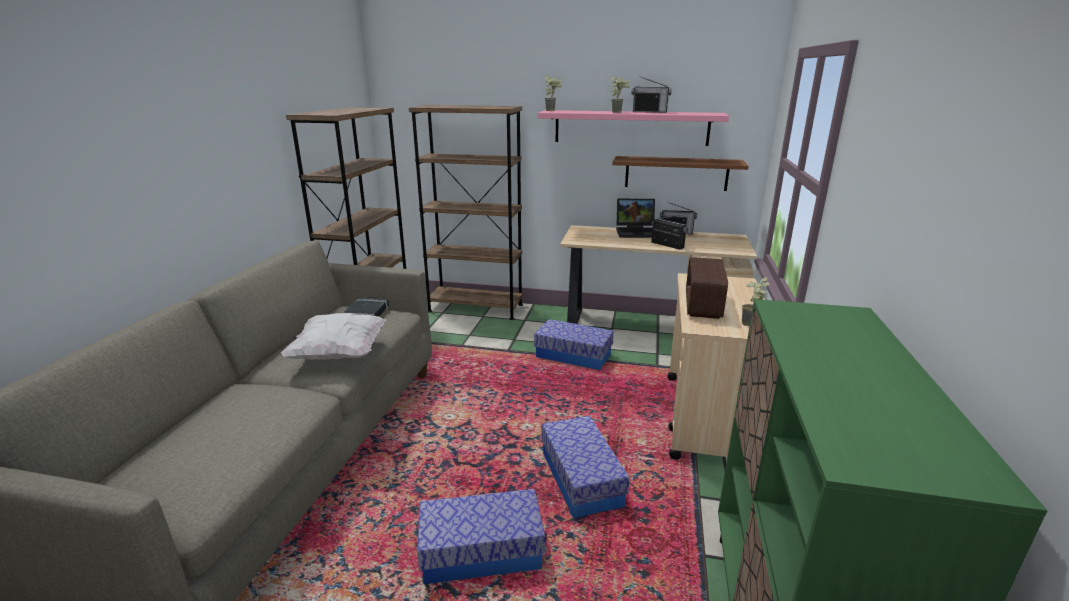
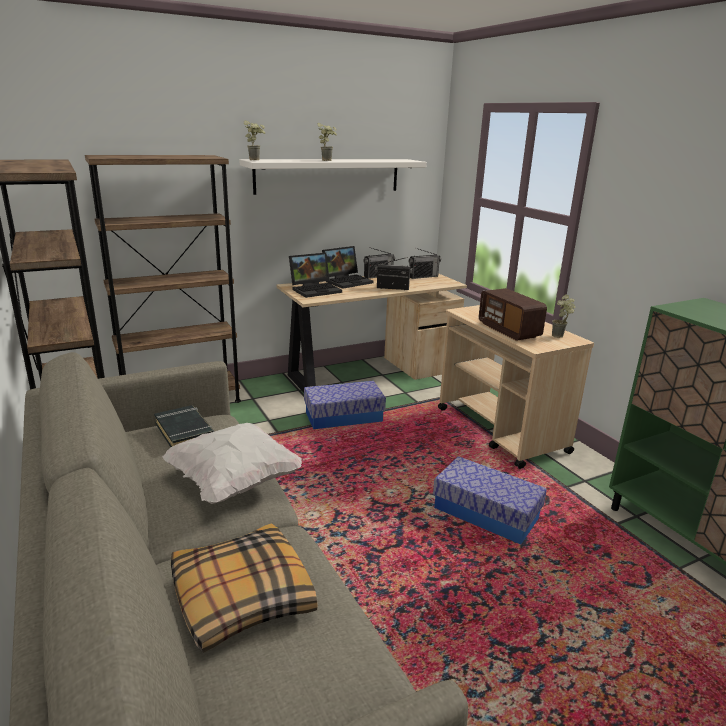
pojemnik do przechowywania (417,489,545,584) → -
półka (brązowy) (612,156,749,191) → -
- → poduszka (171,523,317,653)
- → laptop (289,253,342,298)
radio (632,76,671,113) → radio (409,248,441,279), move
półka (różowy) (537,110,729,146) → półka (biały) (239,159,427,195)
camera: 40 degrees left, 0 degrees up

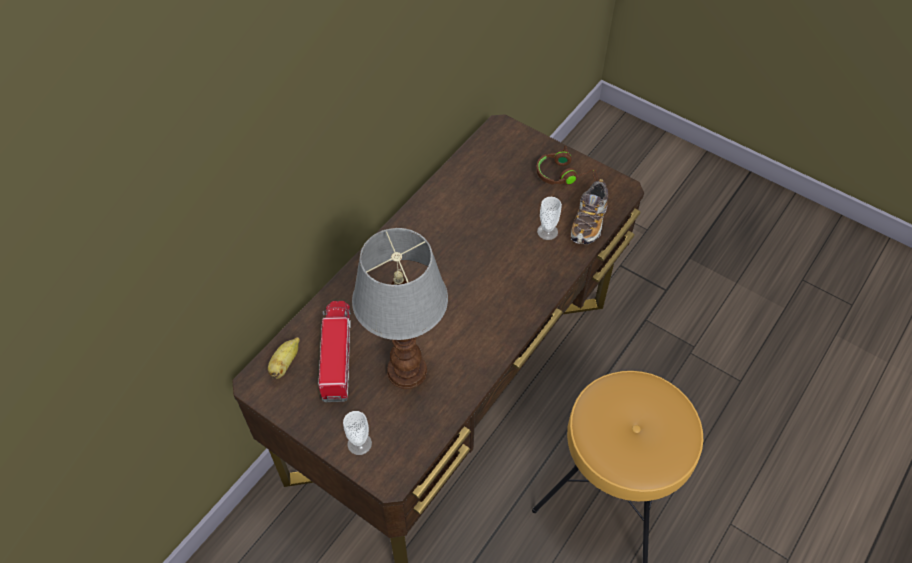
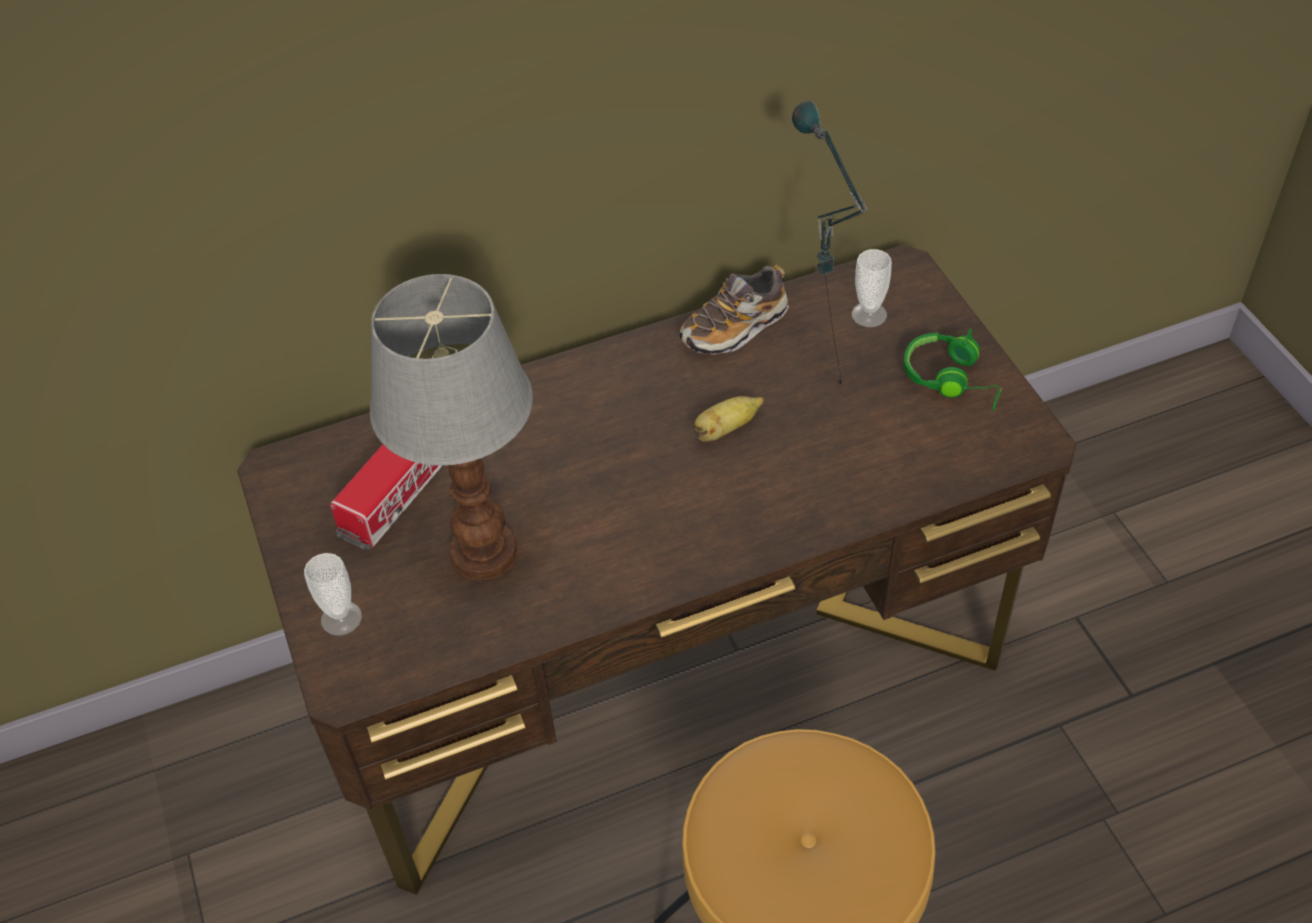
- → lampa stołowa (792,100,868,385)
banan (268,337,300,379) → banan (694,396,764,441), move
filiżanka (537,197,562,240) → filiżanka (852,249,892,327), move
but (571,179,608,245) → but (680,265,789,355), move
słuchawki (brązowy) (536,146,597,185) → słuchawki (zielony) (903,328,1002,411)
camera: 35 degrees right, 5 degrees down

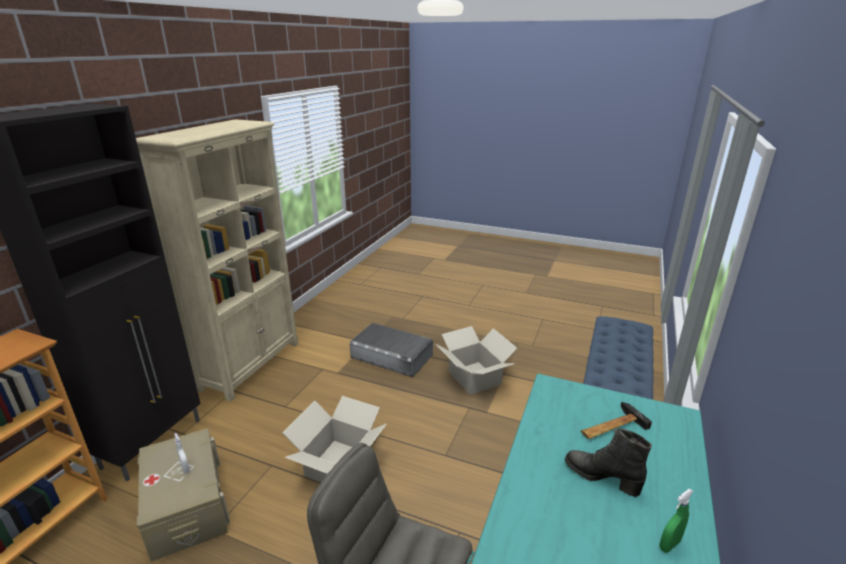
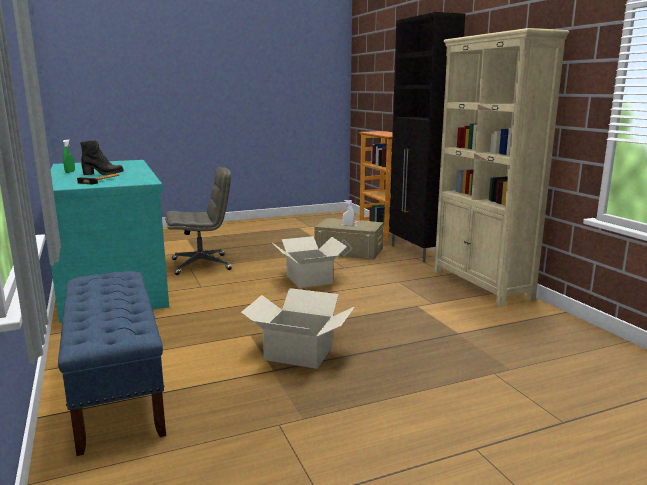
pojemnik do przechowywania (szary) (350,323,433,377) → -
camera: 135 degrees right, 10 degrees down

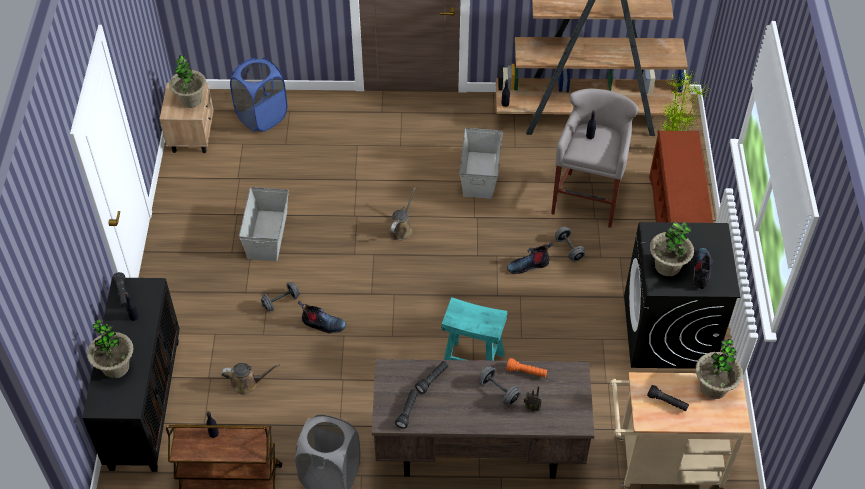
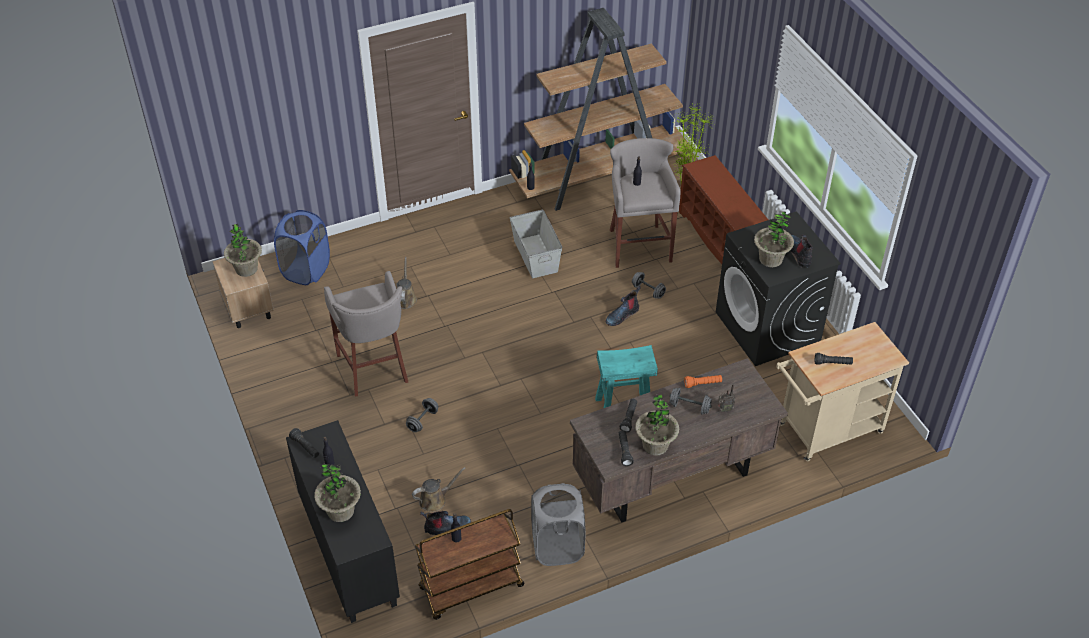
but z cholewką (298,301,346,333) → but z cholewką (420,511,471,535), move
konewka (brązowy) (388,187,416,241) → konewka (brązowy) (396,257,417,309), move
roślina doniczkowa (695,339,743,399) → roślina doniczkowa (635,395,679,456), move
pojemnik do przechowywania (szary) (239,187,289,261) → stołek (szary) (324,271,408,397)
camera: 25 degrees left, 5 degrees down

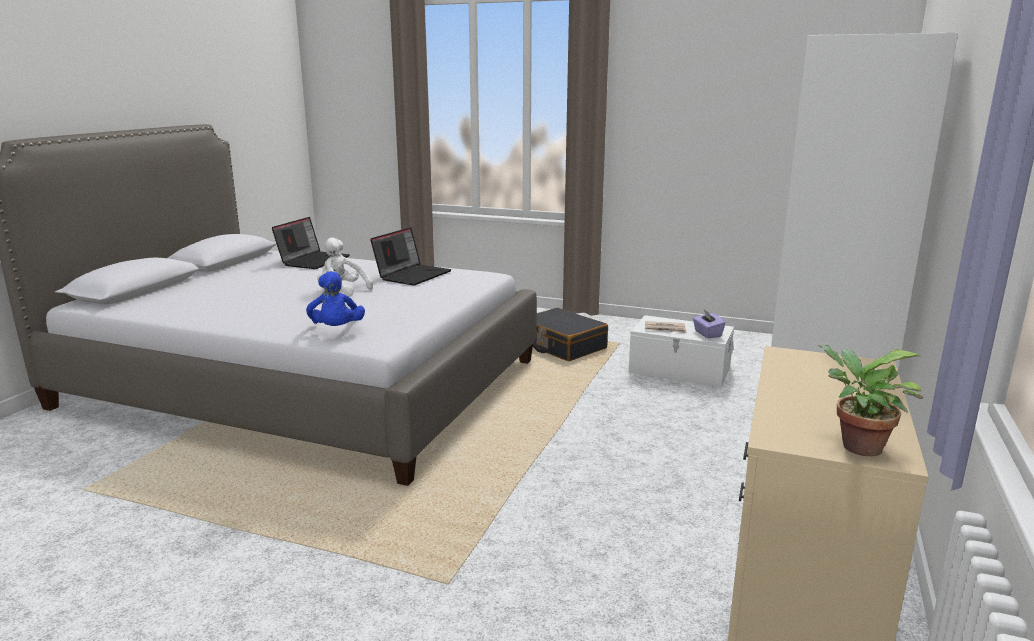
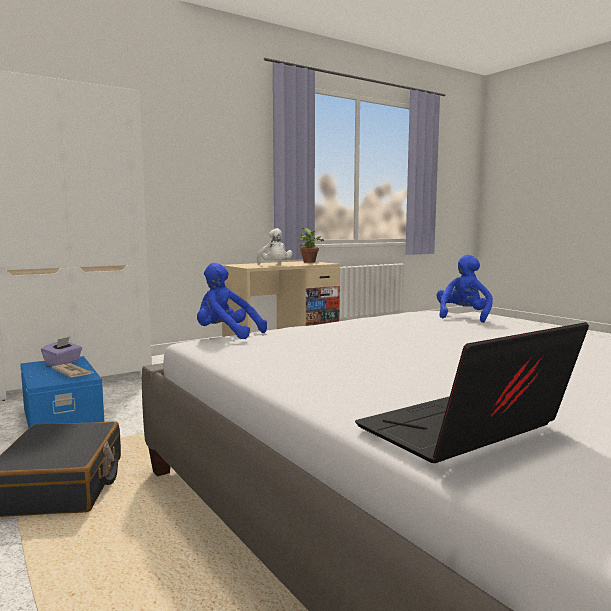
laptop (370,227,451,285) → -
- → pluszak (niebieski) (197,263,267,339)
pluszak (biały) (317,238,373,296) → pluszak (biały) (257,228,293,265), move
pojemnik do przechowywania (biały) (629,315,734,387) → pojemnik do przechowywania (niebieski) (20,356,104,428)
camera: 145 degrees left, 10 degrees down

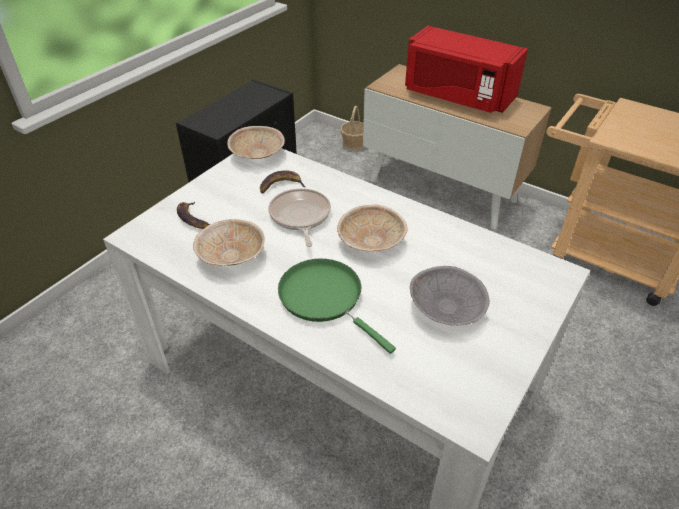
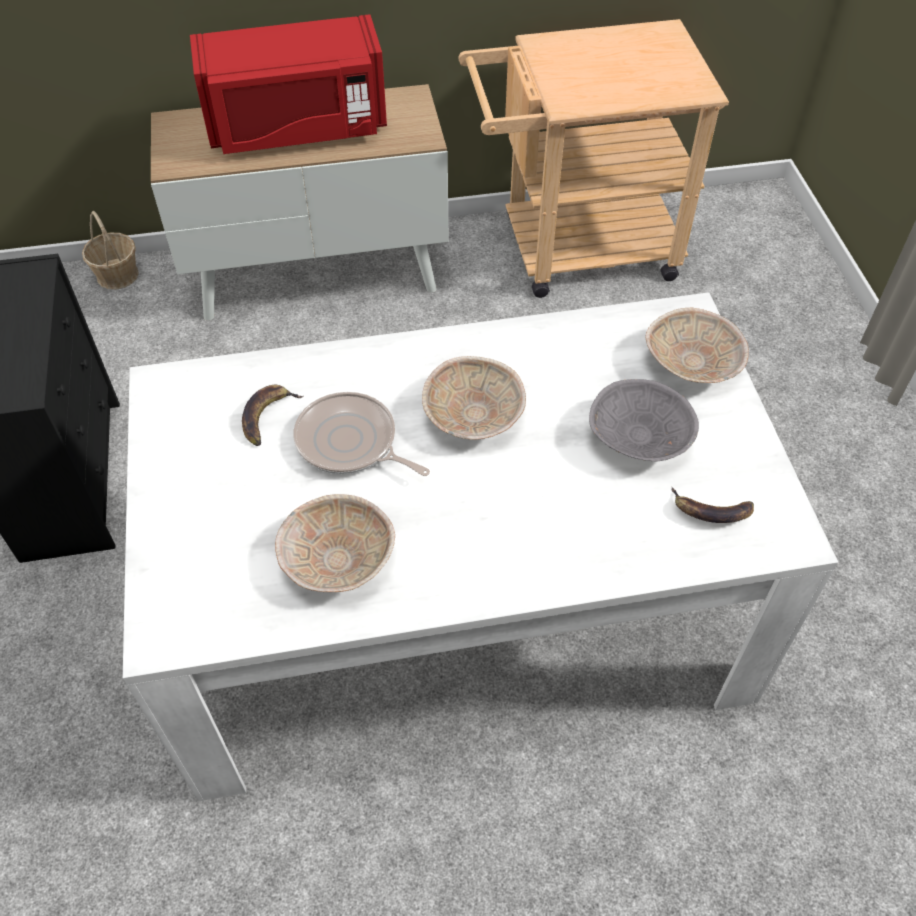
patelnia (zielony) (278,259,396,354) → -
banan (177,202,210,229) → banan (672,487,754,523), move
miska (beżowy) (227,126,285,159) → miska (beżowy) (646,308,749,383), move
camera: 45 degrees left, 10 degrees up

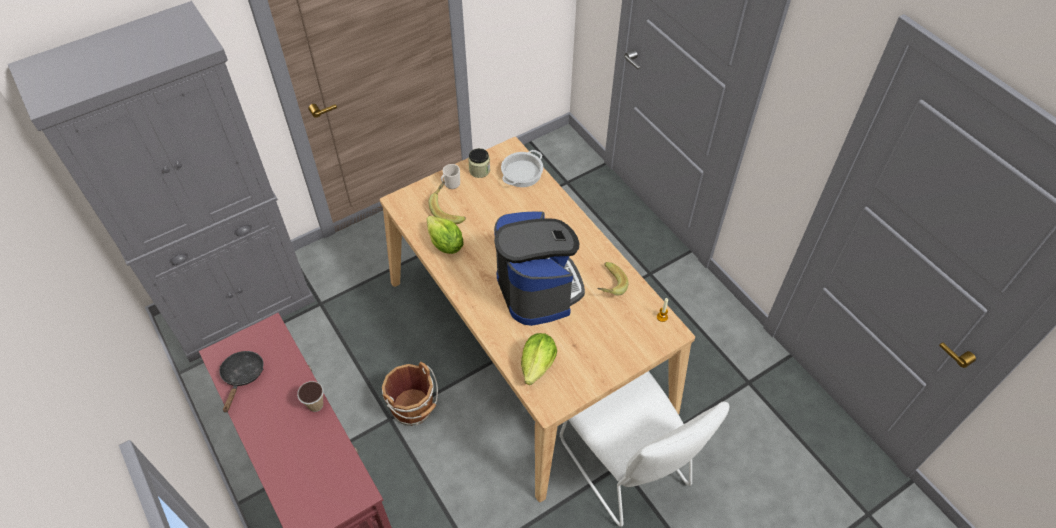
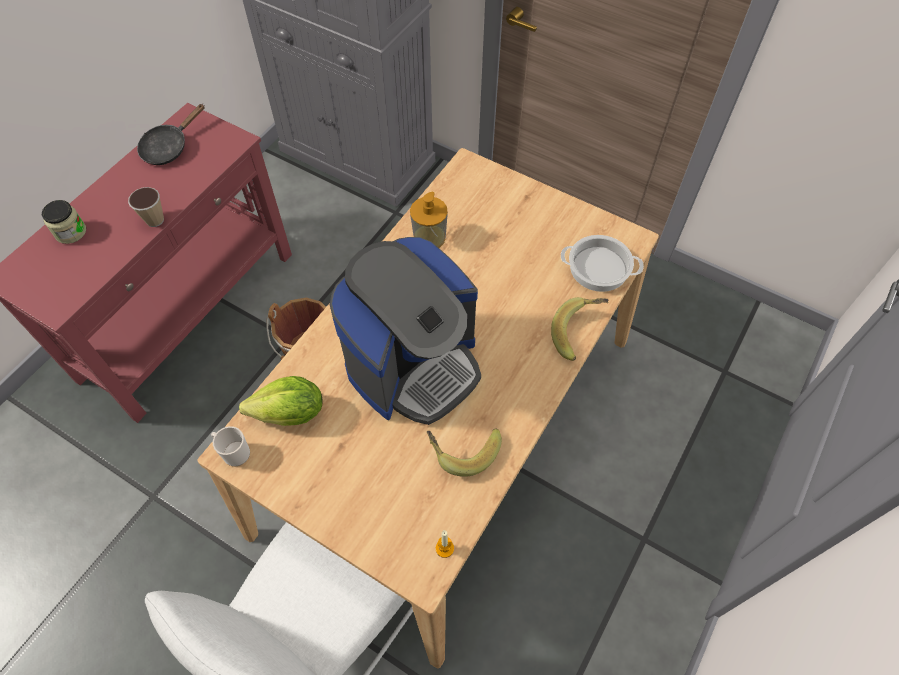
banan (428,181,466,224) → banan (551,297,608,361), move
kubek (441,164,460,189) → kubek (211,426,250,466), move
słoik (468,148,490,178) → słoik (42,200,86,244), move
sałata (426,216,464,254) → dozownik mydła (410,192,448,248)
patelnia (czarny) (219,351,263,413) → patelnia (czarny) (137,104,205,165), 150 degrees clockwise
camera: 65 degrees right, 5 degrees up

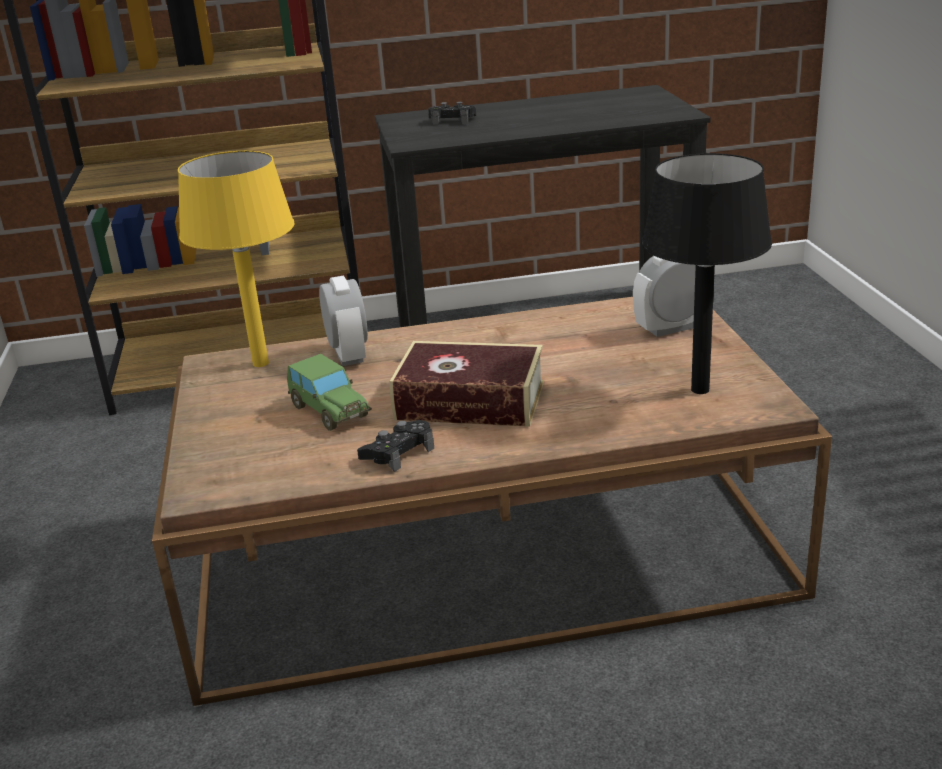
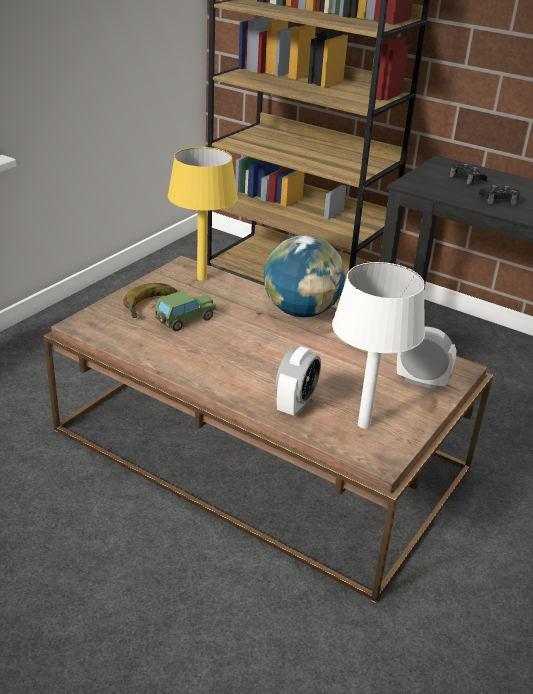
książka (389,341,544,427) → -
- → banan (124,283,177,318)
- → globus (263,235,346,317)
budzik (319,276,368,366) → budzik (275,346,321,417), move
pad do gier (czarny) (357,420,434,472) → pad do gier (czarny) (479,185,520,205), move
lampa stołowa (czarny) (641,153,772,394) → lampa stołowa (biały) (332,262,425,428)
samochodzik (287,354,372,431) → samochodzik (155,291,217,331), 135 degrees counterclockwise
camera: 40 degrees right, 5 degrees up

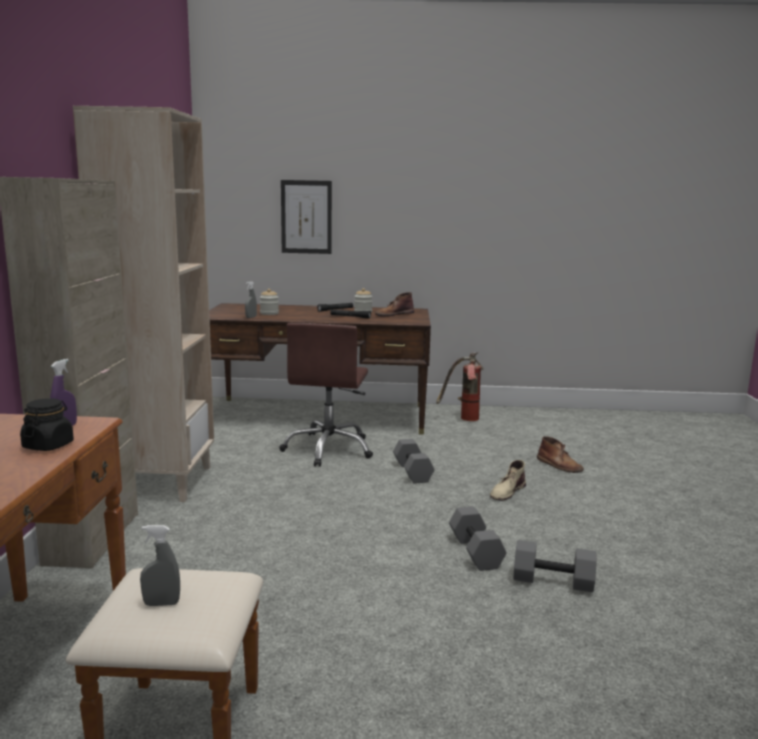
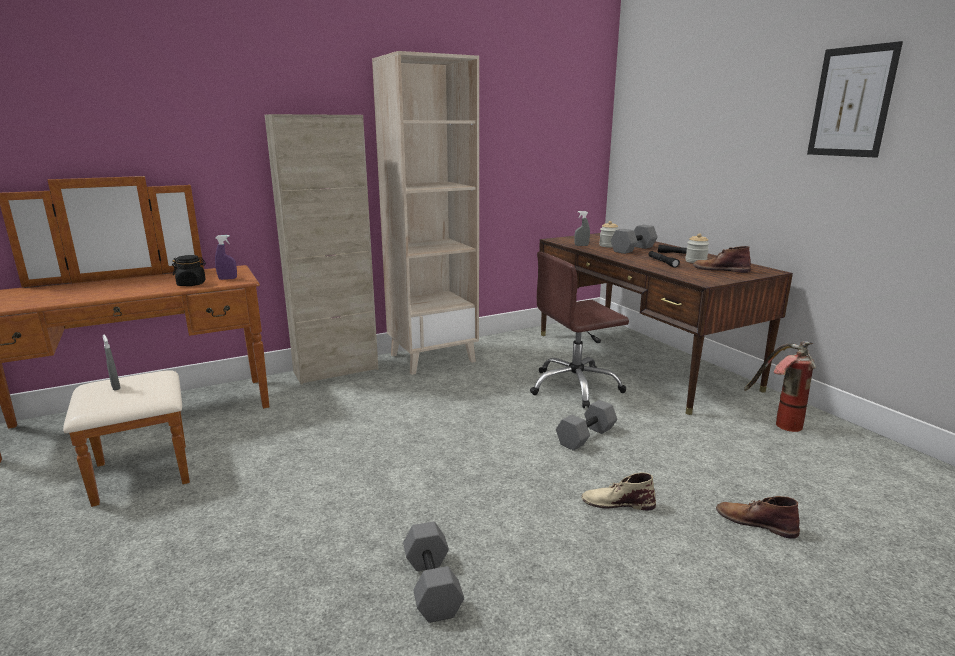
obraz (281,180,332,254) → obraz (807,41,903,158), move
hantel (szary) (449,506,507,571) → hantel (szary) (611,225,658,254), move
but z cholewką (brązowy) (537,436,584,473) → but z cholewką (brązowy) (716,496,800,539), 105 degrees clockwise
camera: 60 degrees right, 5 degrees up

